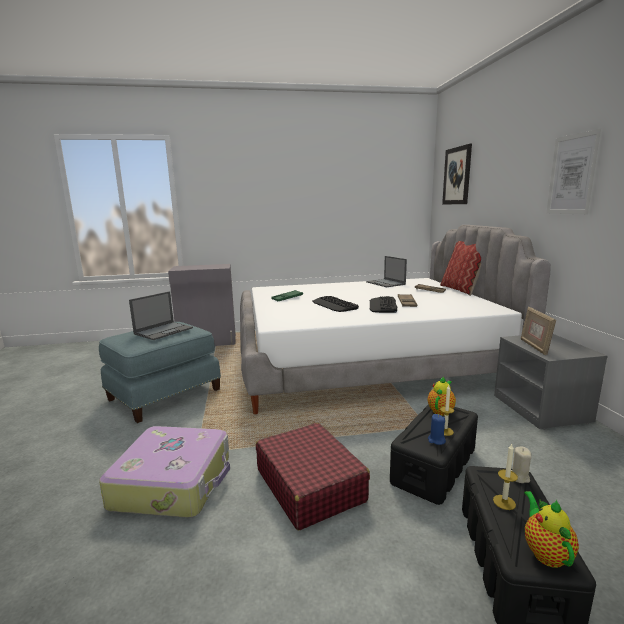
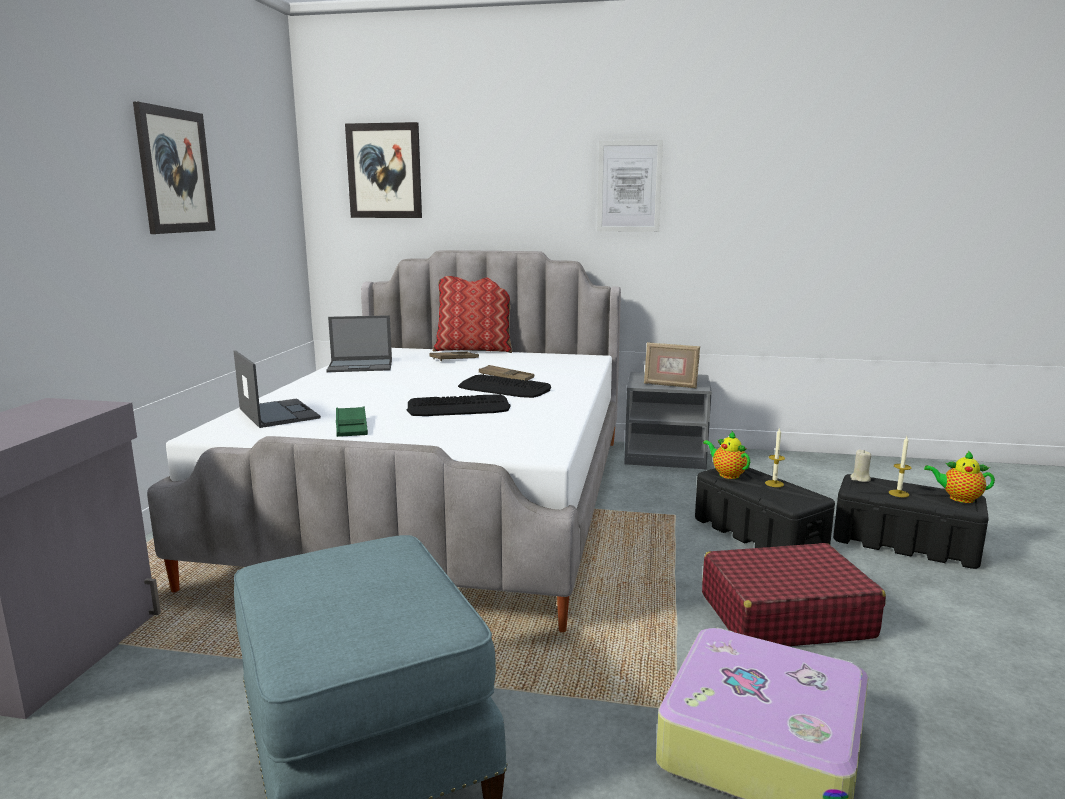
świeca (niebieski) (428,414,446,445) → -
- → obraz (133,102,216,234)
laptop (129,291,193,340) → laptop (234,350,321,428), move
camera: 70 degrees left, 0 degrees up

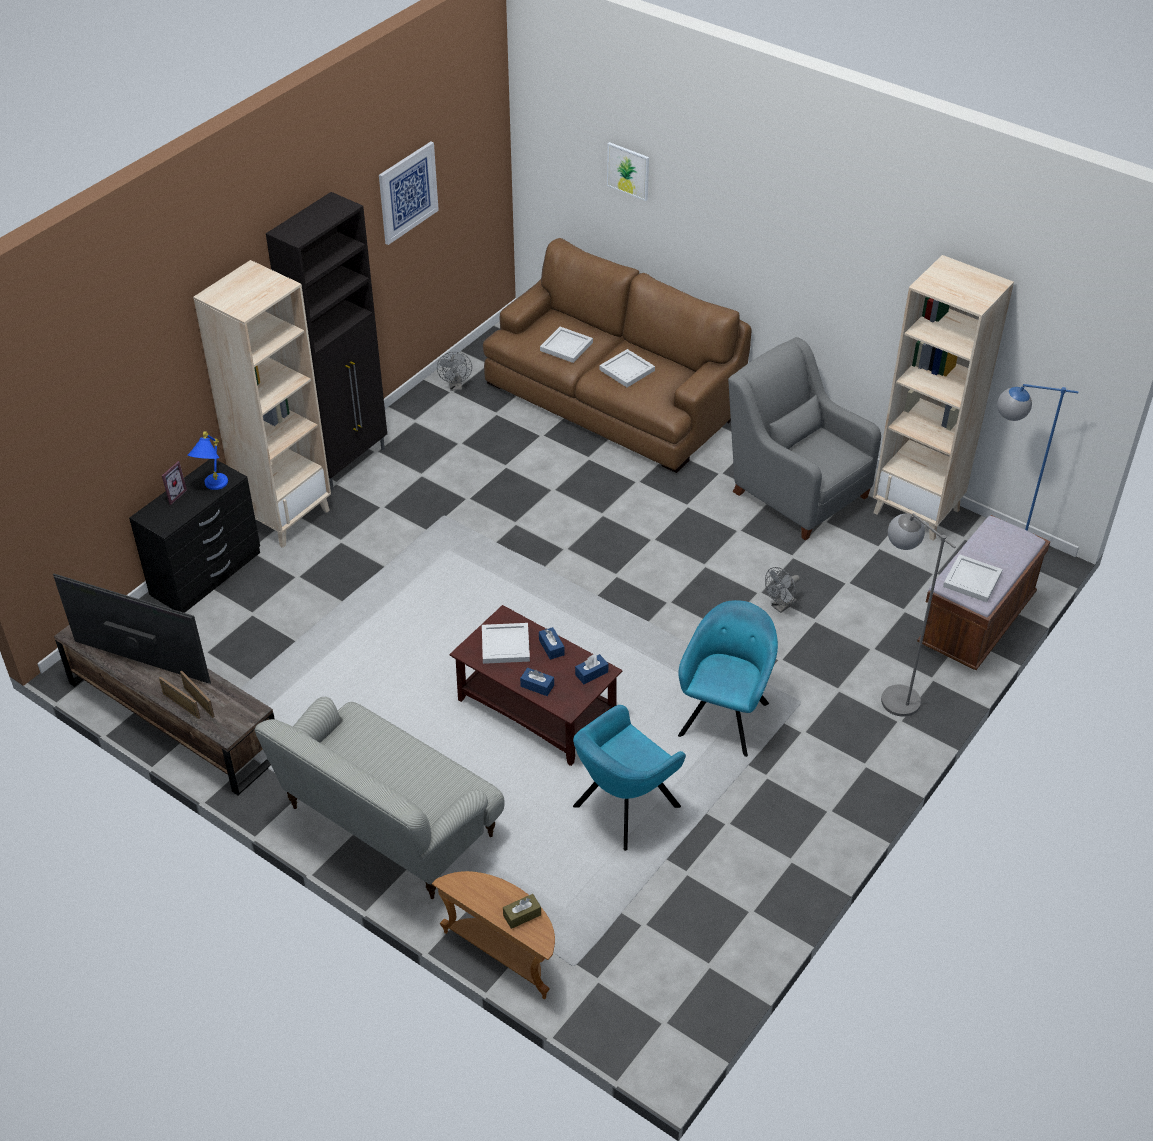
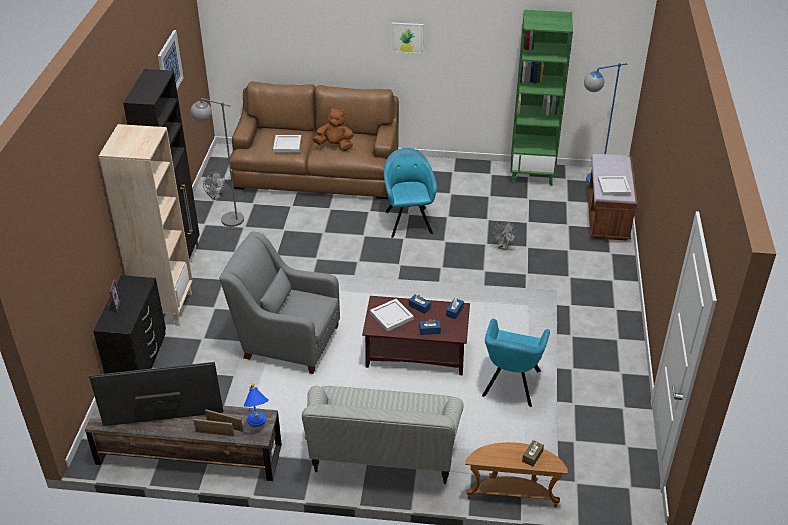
lampa stołowa (niebieski) (188,431,228,490) → lampa stołowa (niebieski) (243,383,269,427), move
obraz (607,142,649,201) → obraz (391,23,424,54), move
fotel (turkusowy) (678,600,778,757) → fotel (turkusowy) (384,148,437,238), move
fotel (szary) (728,337,881,541) → fotel (szary) (219,231,340,374), move
lampa stojąca (szary) (881,513,956,717) → lampa stojąca (szary) (190,98,244,227), move
taca (biały) (599,349,655,387) → pluszak (brązowy) (313,107,353,151)
regał (beżowy) (873,255,1014,541) → regał (zielony) (510,10,573,186)
camera: 30 degrees left, 5 degrees down

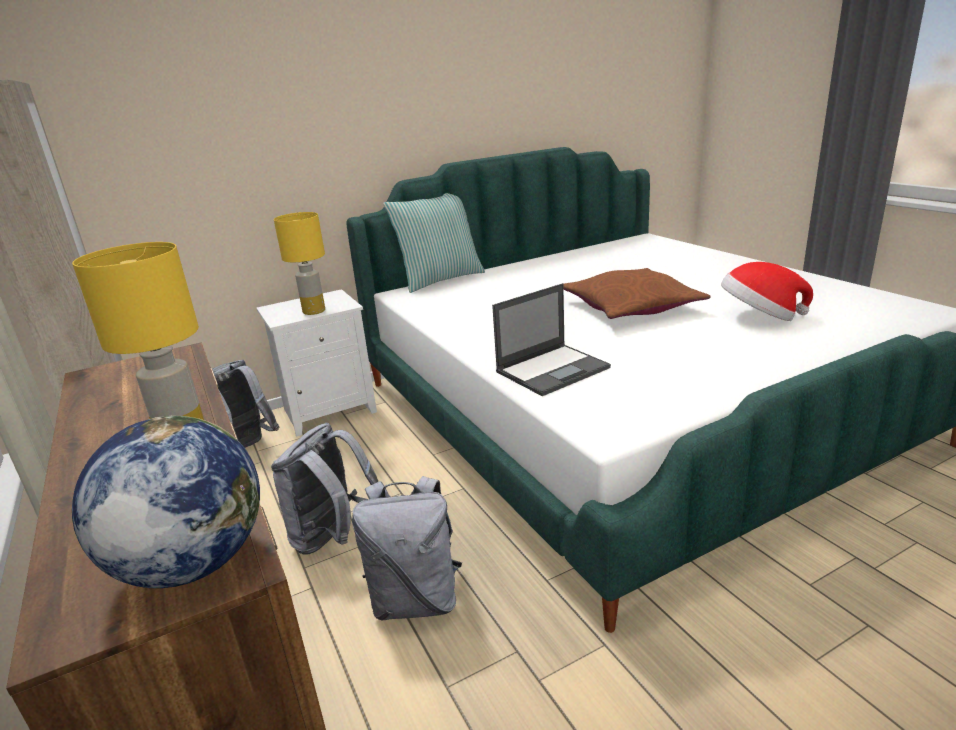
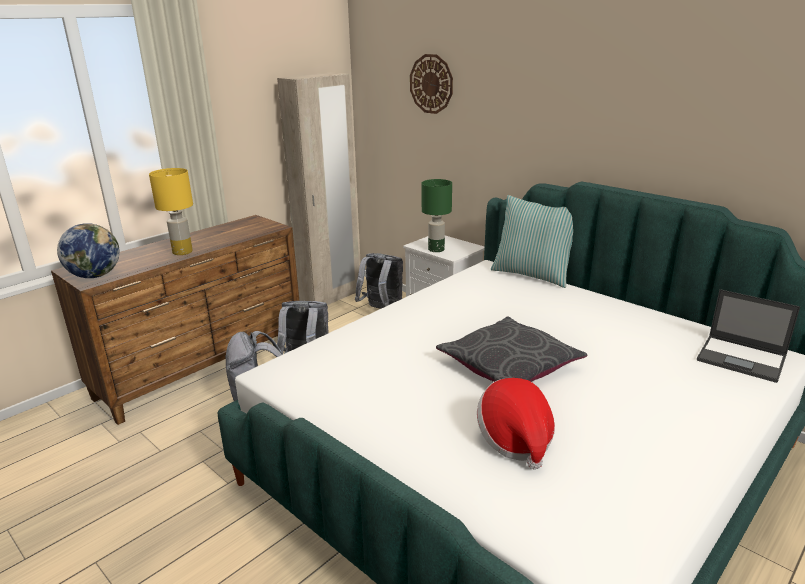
- → zegar ścienny (410,54,453,114)
laptop (492,283,611,396) → laptop (697,289,800,383), move
lampa stołowa (żółty) (274,212,325,315) → lampa stołowa (zielony) (422,179,452,252)
poduszka (brązowy) (563,268,711,319) → poduszka (szary) (436,316,587,382)
camera: 70 degrees right, 0 degrees up

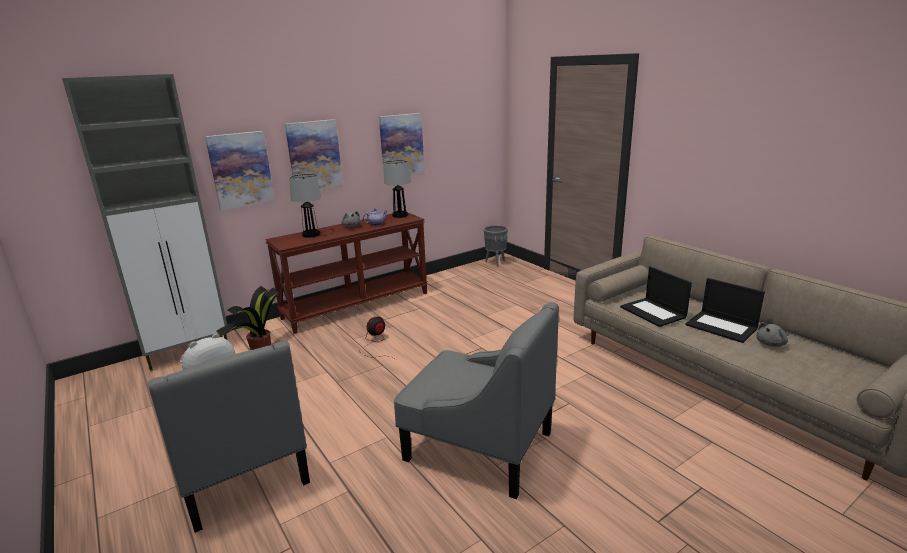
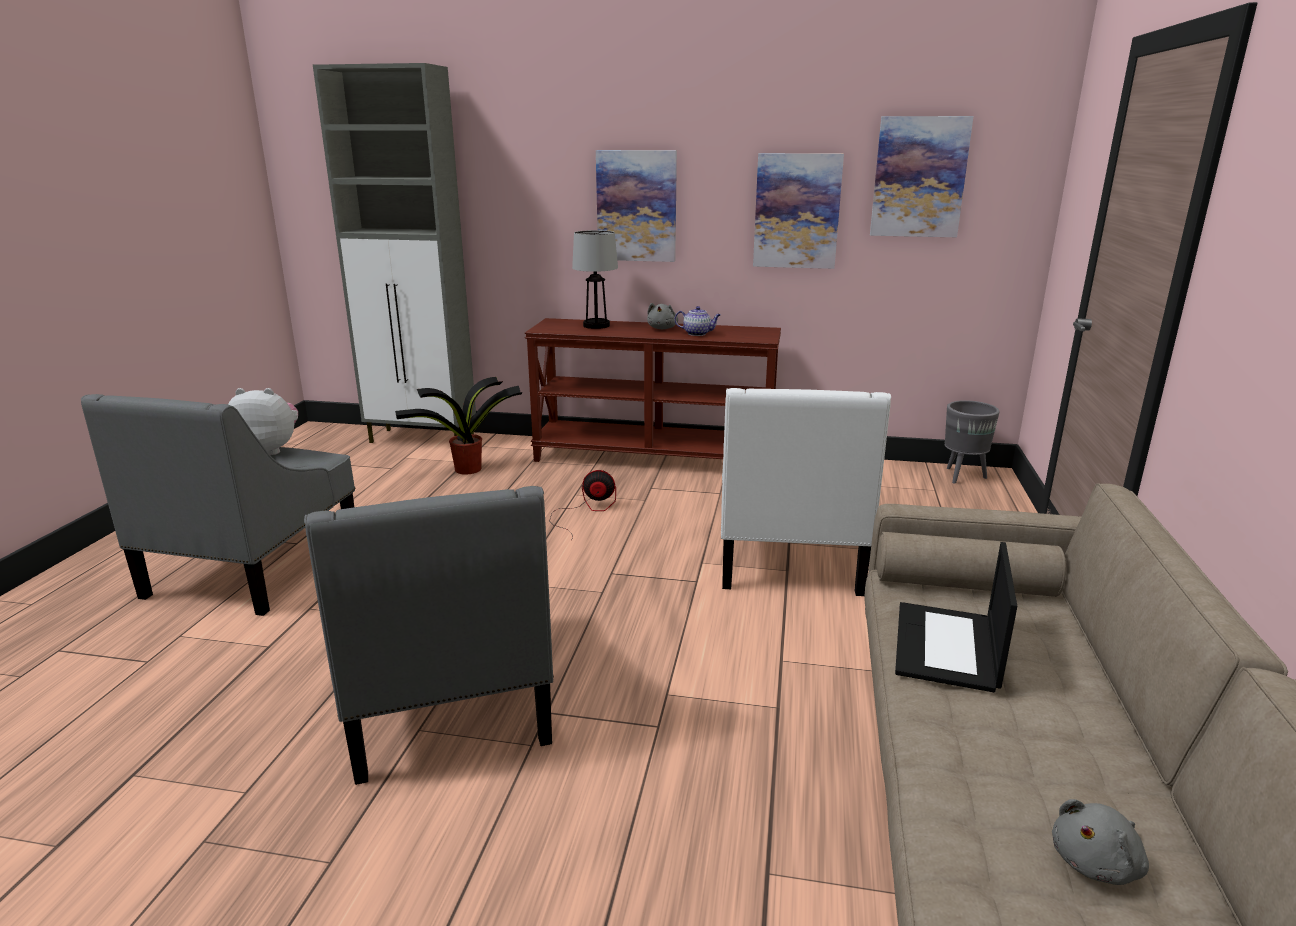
lampa stołowa (384,160,411,218) → -
laptop (686,278,765,343) → -
- → fotel (biały) (721,388,892,596)
obraz (205,131,275,211) → obraz (870,116,974,237), move
pluszak (szary) (756,322,788,347) → pluszak (szary) (1052,799,1149,885), 45 degrees counterclockwise
camera: 45 degrees right, 0 degrees up

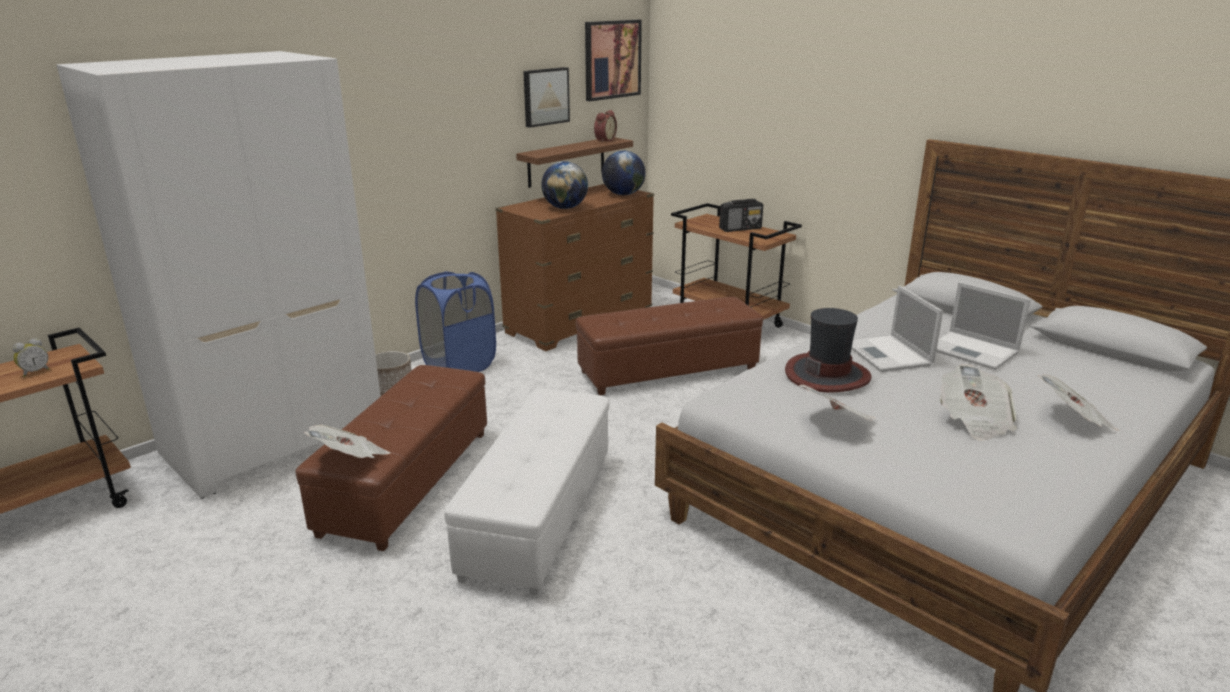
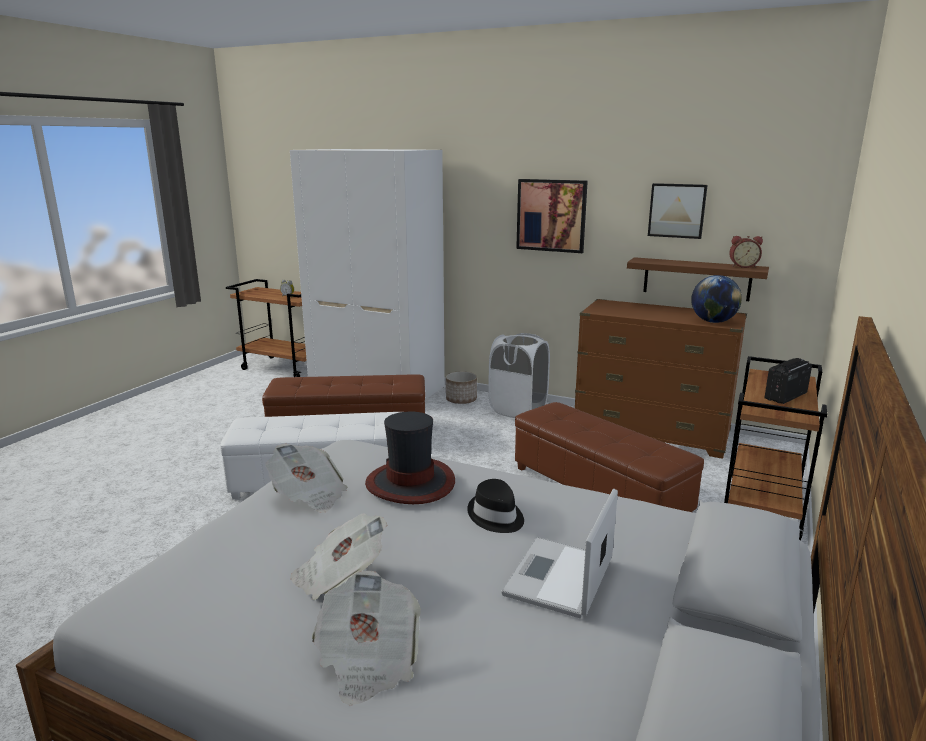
gazeta (304,425,391,458) → -
globus (541,161,588,209) → -
obraz (585,20,642,101) → obraz (516,179,588,253), move
laptop (851,285,943,372) → kapelusz (czarny) (467,479,524,533)
kosz na pranie (niebieski) (415,271,496,372) → kosz na pranie (biały) (488,333,550,418)
radio (719,199,763,232) → radio (765,358,812,404), 90 degrees clockwise
camera: 70 degrees right, 5 degrees down

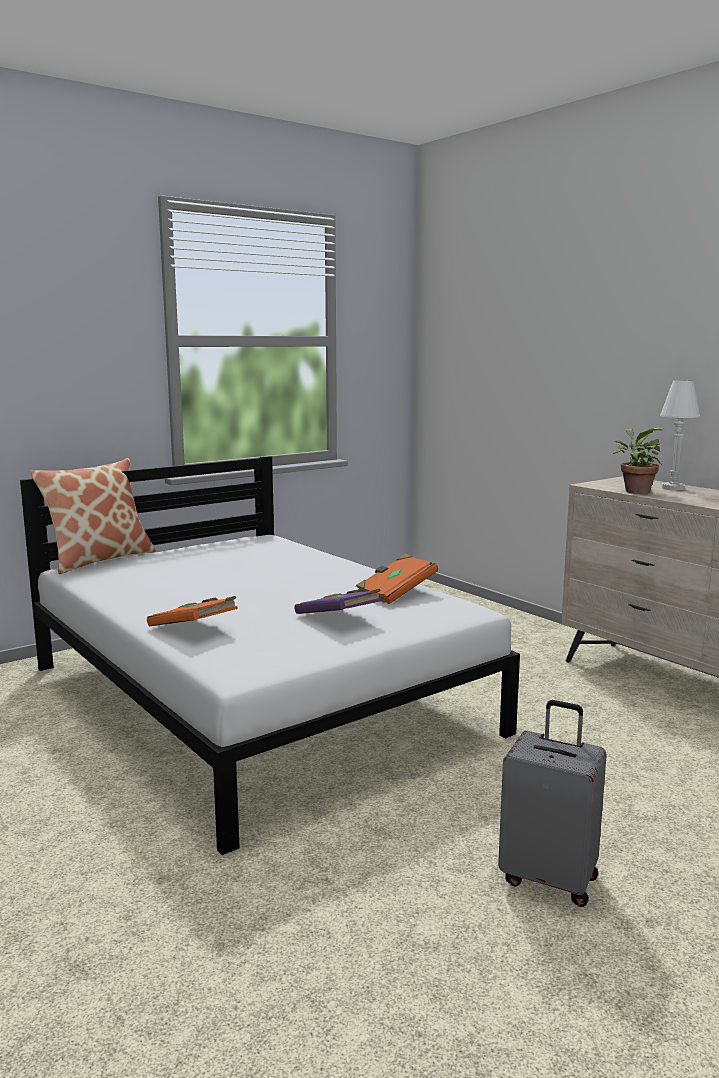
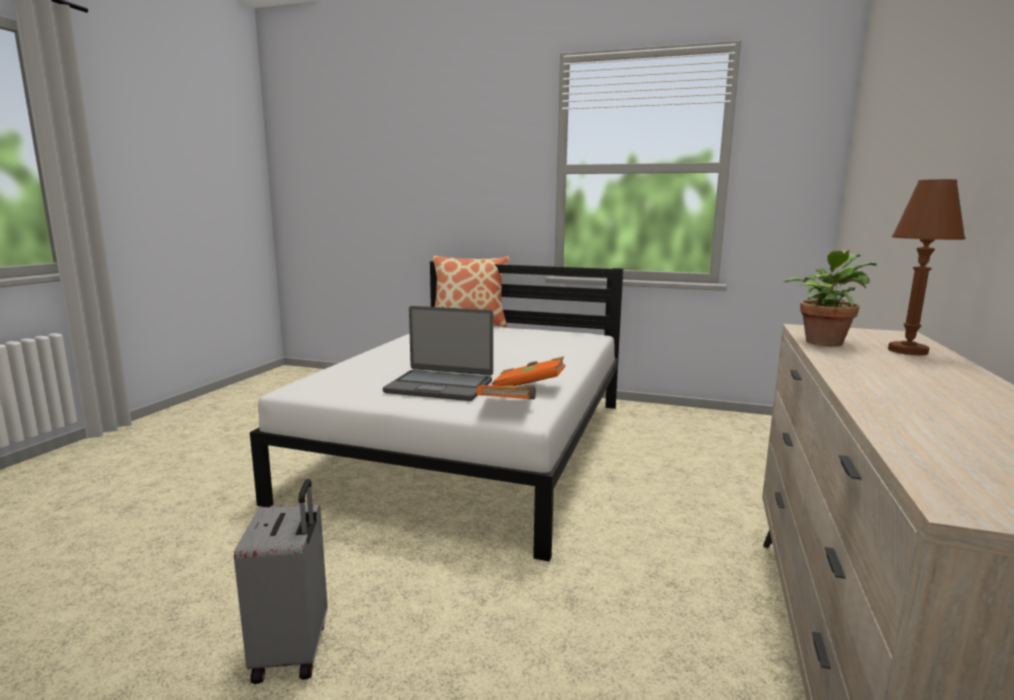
książka (pomarańczowy) (147,596,238,626) → książka (pomarańczowy) (476,385,536,399), move
książka (fioletowy) (294,589,381,614) → laptop (383,306,493,401)
lampa stołowa (biały) (660,380,700,490) → lampa stołowa (brązowy) (888,179,965,355)
camera: 55 degrees right, 0 degrees up

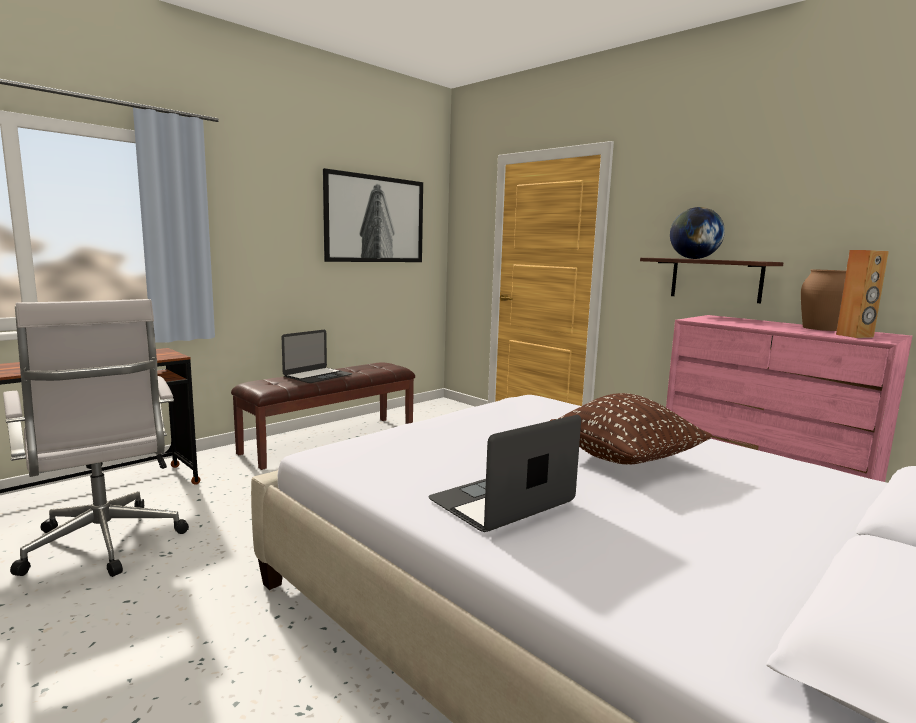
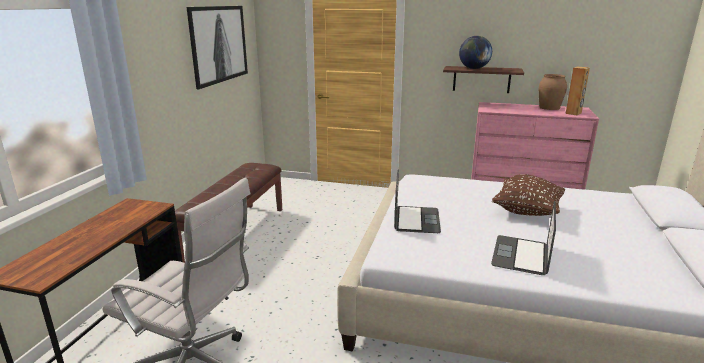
laptop (282,330,352,383) → laptop (394,169,441,233), move
camera: 30 degrees left, 10 degrees up

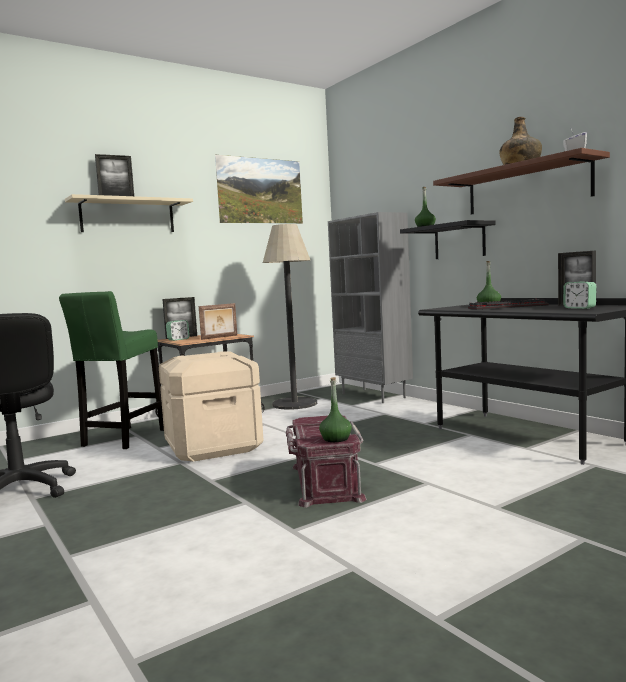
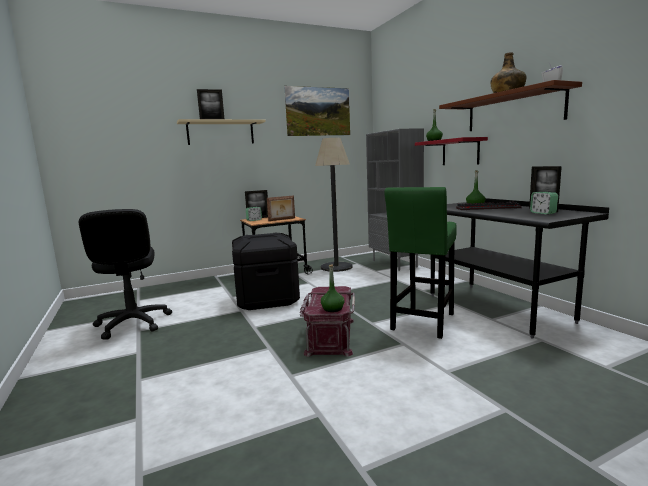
stołek (zielony) (59,291,164,449) → stołek (zielony) (384,187,457,339), move
pojemnik do przechowywania (beżowy) (159,352,263,461) → pojemnik do przechowywania (czarny) (232,233,300,310)
półka (czarny) (400,220,496,259) → półka (czerwony) (415,137,488,165)
camera: 10 degrees right, 5 degrees up

